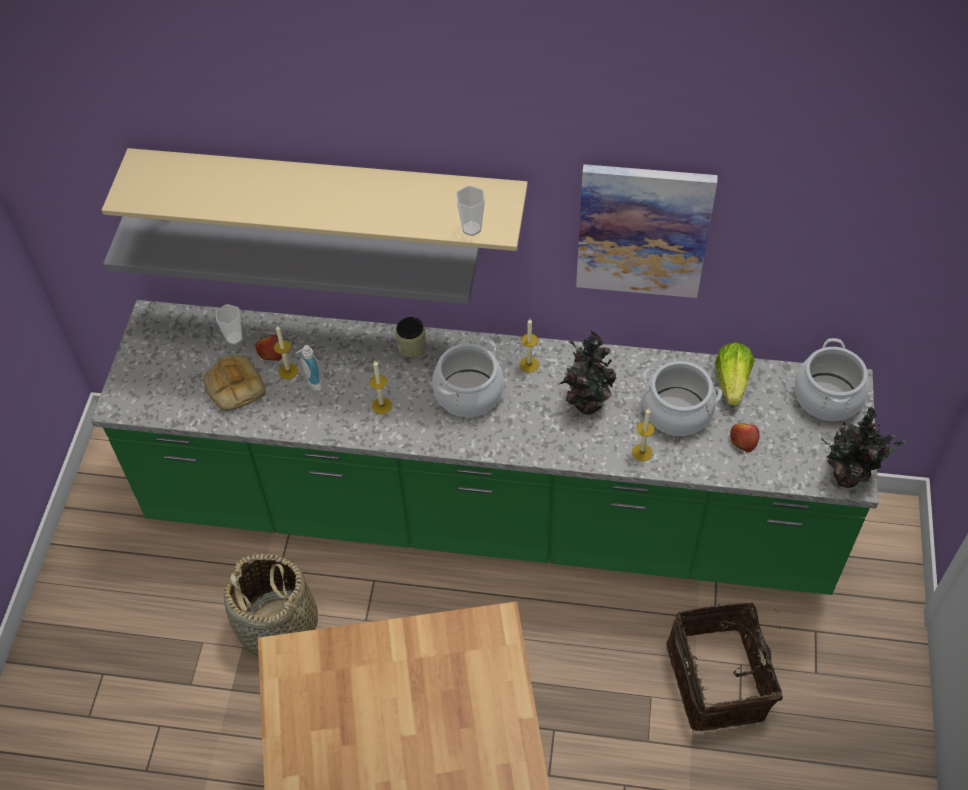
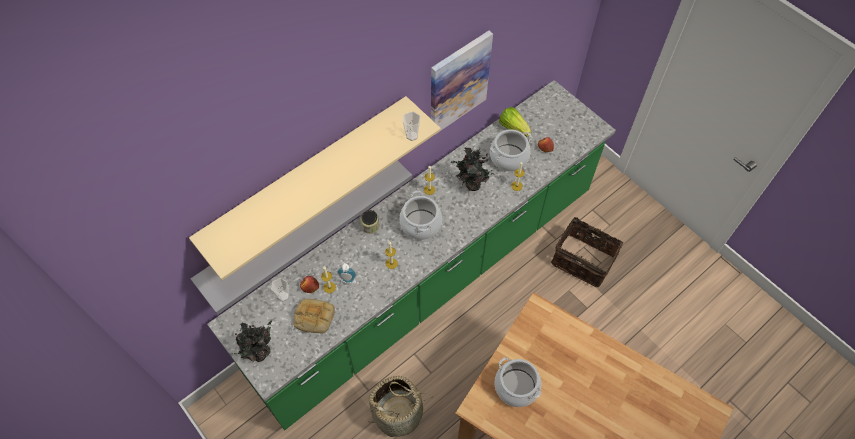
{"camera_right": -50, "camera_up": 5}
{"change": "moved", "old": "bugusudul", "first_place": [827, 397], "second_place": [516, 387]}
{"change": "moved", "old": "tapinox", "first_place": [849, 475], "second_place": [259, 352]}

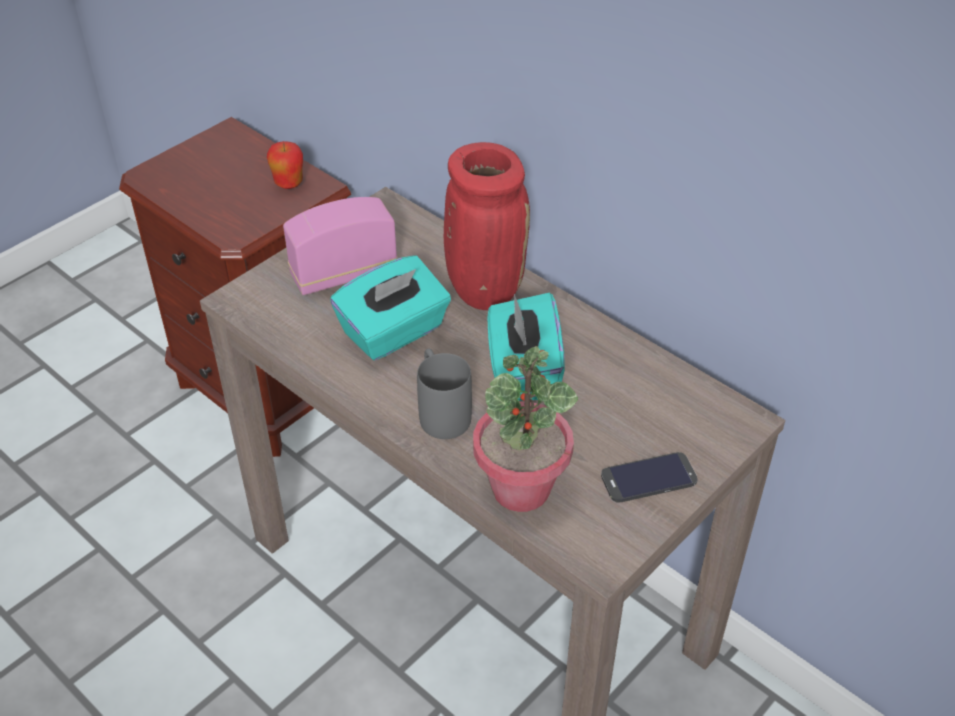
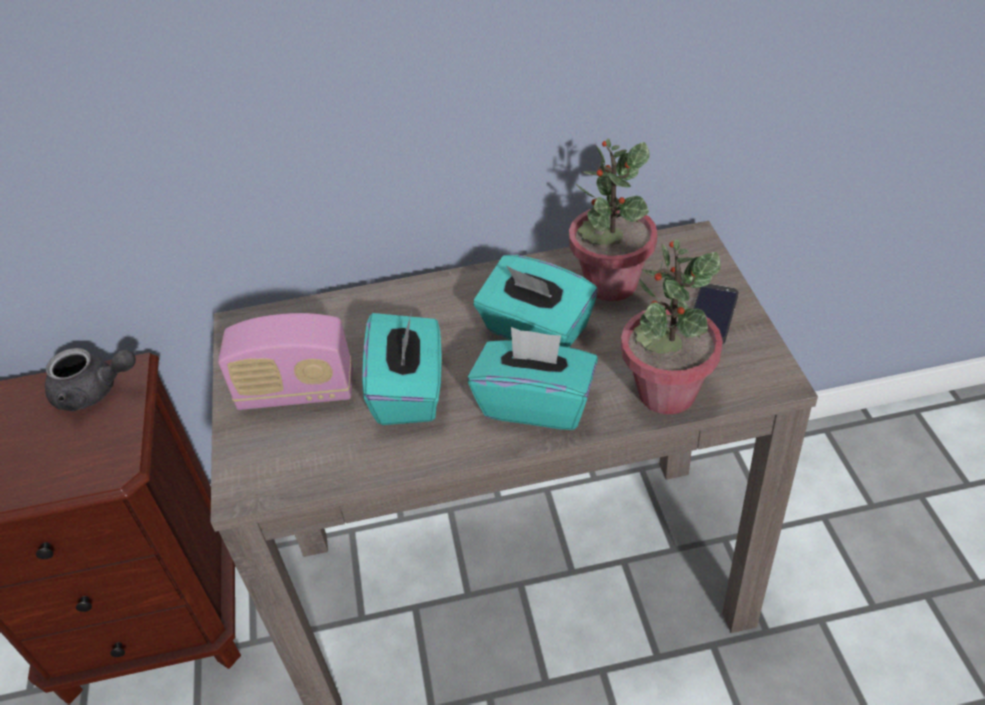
{"camera_right": -50, "camera_up": 0}
{"change": "replaced", "old": "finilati", "new": "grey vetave", "first_place": [288, 184], "second_place": [94, 392]}
{"change": "removed", "old": "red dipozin", "first_place": [482, 290]}
{"change": "turned", "old": "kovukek", "first_place": [344, 273], "second_place": [297, 392], "degrees": -105}
{"change": "replaced", "old": "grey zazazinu", "new": "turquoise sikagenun", "first_place": [441, 411], "second_place": [536, 403]}
{"change": "added", "new": "tapinox", "second_place": [611, 284]}

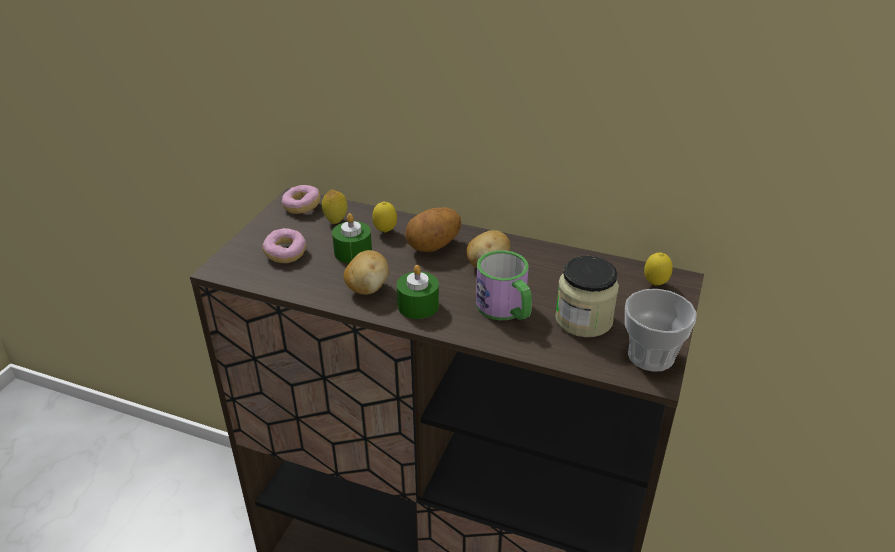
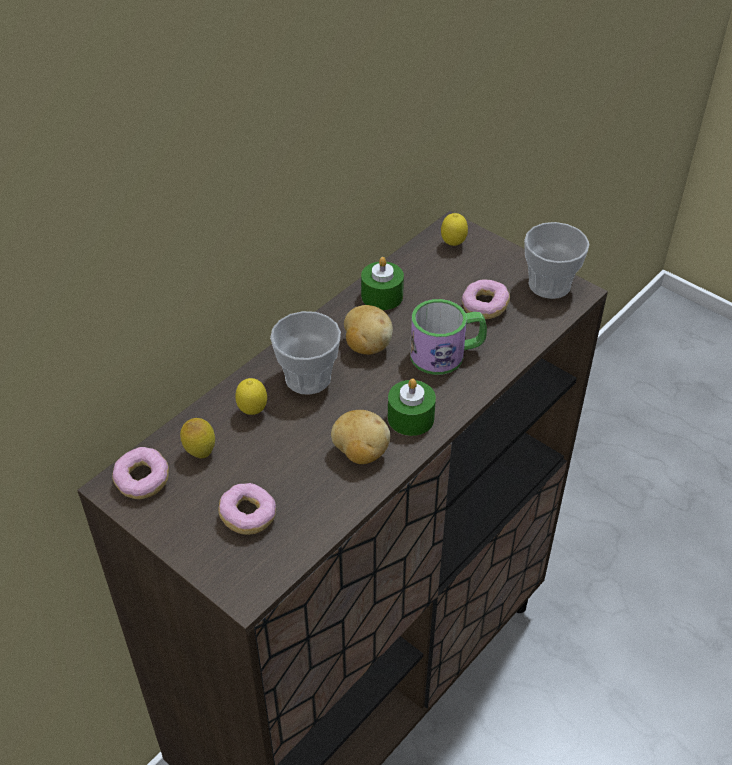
{"camera_right": -70, "camera_up": 10}
{"change": "replaced", "old": "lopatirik", "new": "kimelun", "first_place": [434, 247], "second_place": [308, 378]}
{"change": "moved", "old": "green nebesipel", "first_place": [353, 252], "second_place": [382, 296]}
{"change": "replaced", "old": "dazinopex", "new": "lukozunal", "first_place": [583, 320], "second_place": [484, 307]}

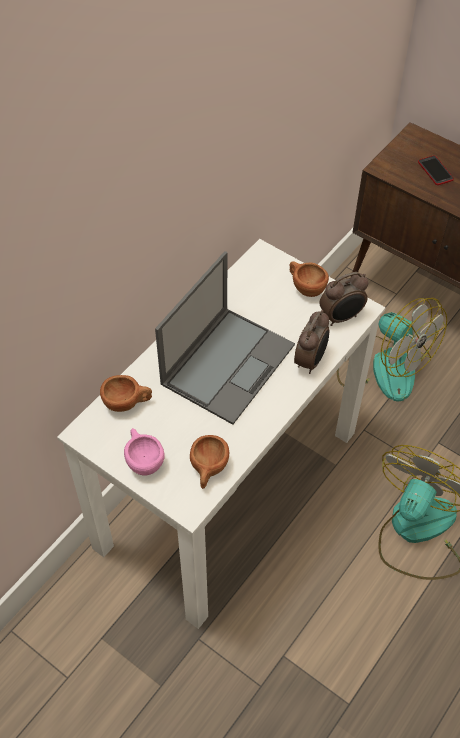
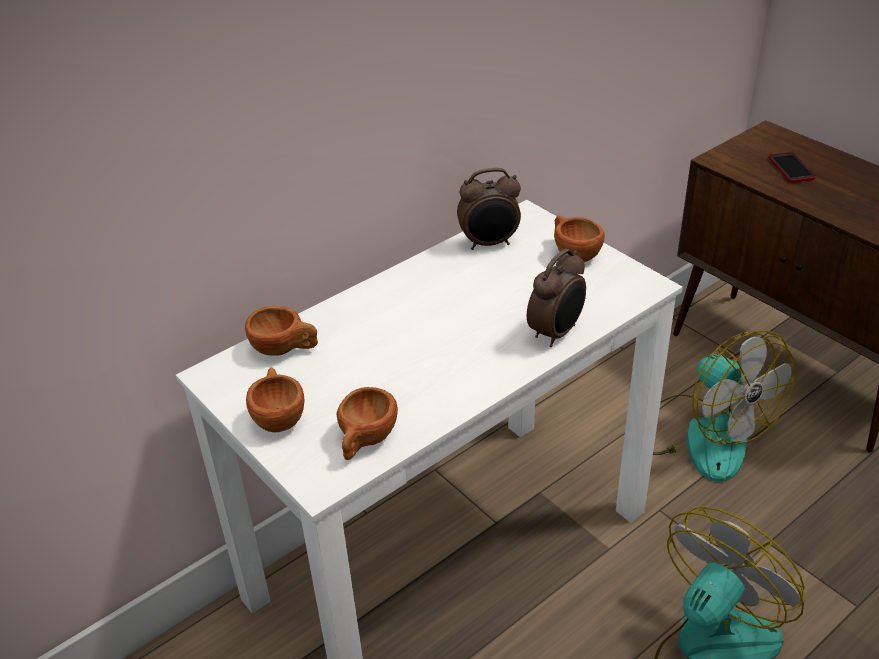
{"camera_right": 15, "camera_up": -15}
{"change": "removed", "old": "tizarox", "first_place": [228, 363]}
{"change": "moved", "old": "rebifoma", "first_place": [341, 317], "second_place": [489, 244]}
{"change": "recoloured", "old": "pink kimelun", "new": "brown kimelun", "first_place": [143, 459], "second_place": [278, 416]}

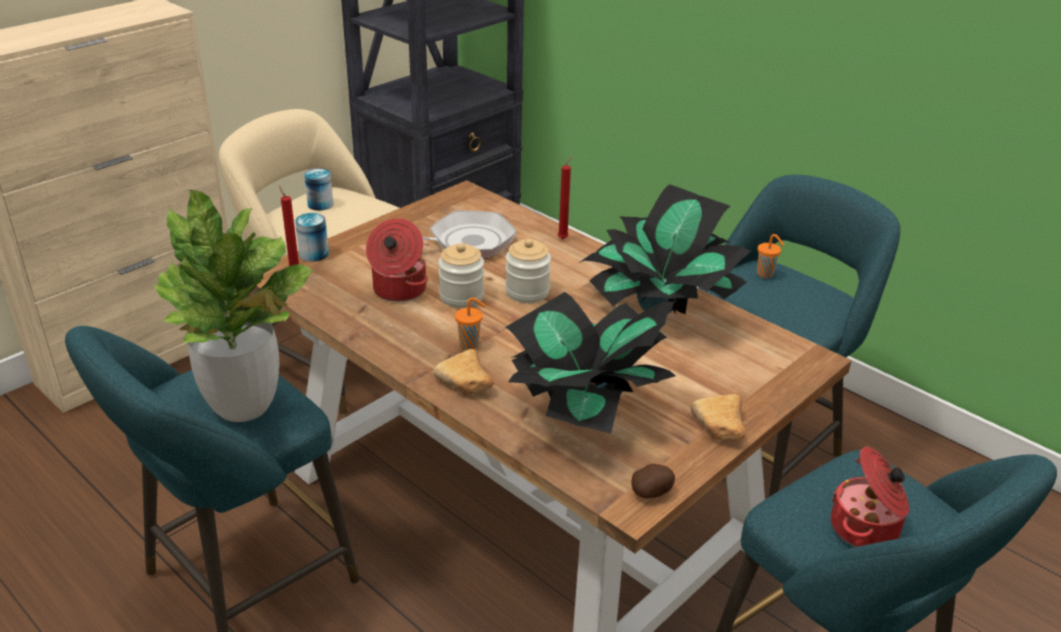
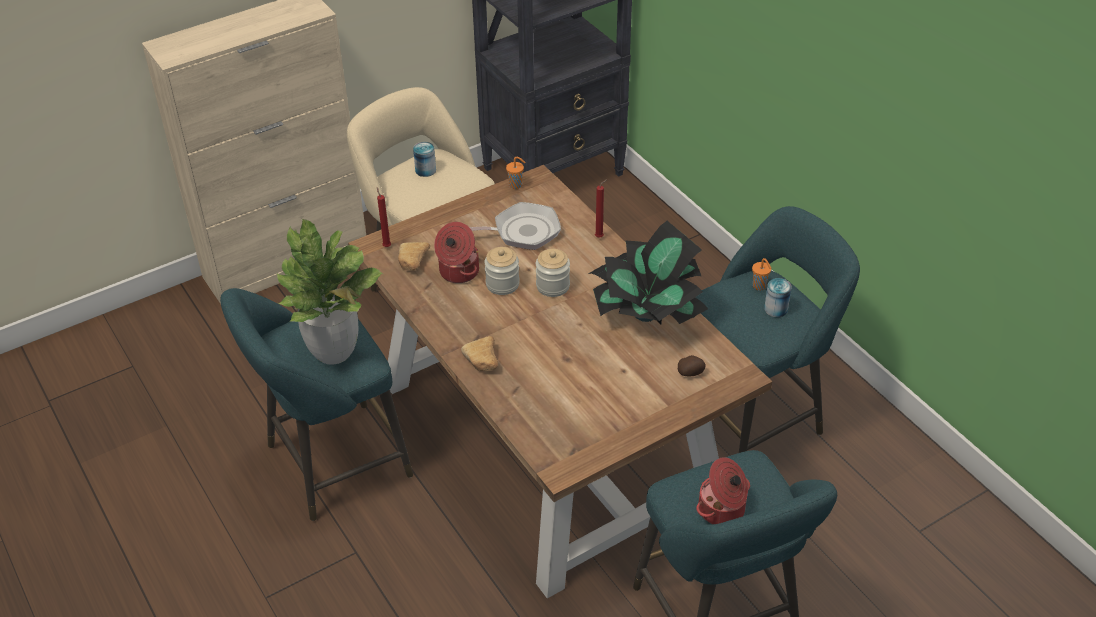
{"camera_right": 15, "camera_up": 10}
{"change": "moved", "old": "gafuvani", "first_place": [314, 254], "second_place": [776, 309]}
{"change": "removed", "old": "tapinox", "first_place": [583, 411]}
{"change": "moved", "old": "orange kimelun", "first_place": [470, 344], "second_place": [516, 185]}
{"change": "moved", "old": "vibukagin", "first_place": [721, 429], "second_place": [412, 263]}
{"change": "moved", "old": "lopatirik", "first_place": [652, 492], "second_place": [690, 373]}

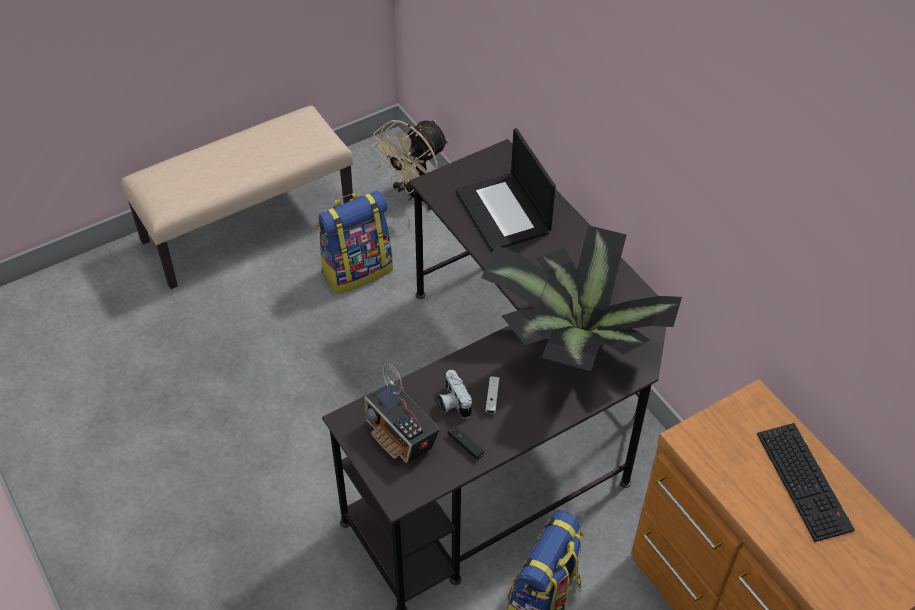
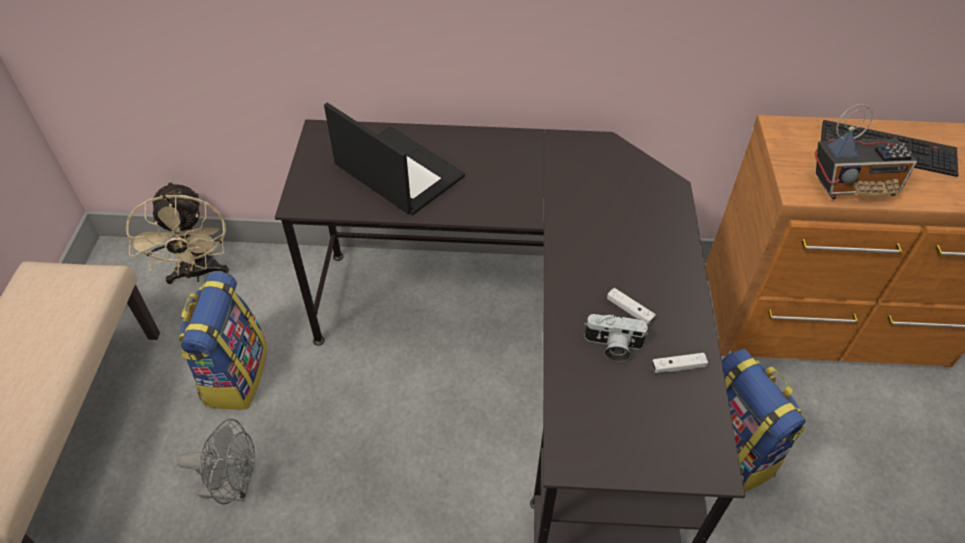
{"camera_right": -55, "camera_up": 0}
{"change": "turned", "old": "tizarox", "first_place": [504, 212], "second_place": [397, 171], "degrees": -150}
{"change": "removed", "old": "tapinox", "first_place": [572, 341]}
{"change": "moved", "old": "kovukek", "first_place": [401, 437], "second_place": [853, 186]}
{"change": "recoloured", "old": "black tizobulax", "new": "white tizobulax", "first_place": [465, 445], "second_place": [678, 367]}
{"change": "added", "new": "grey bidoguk", "second_place": [234, 487]}

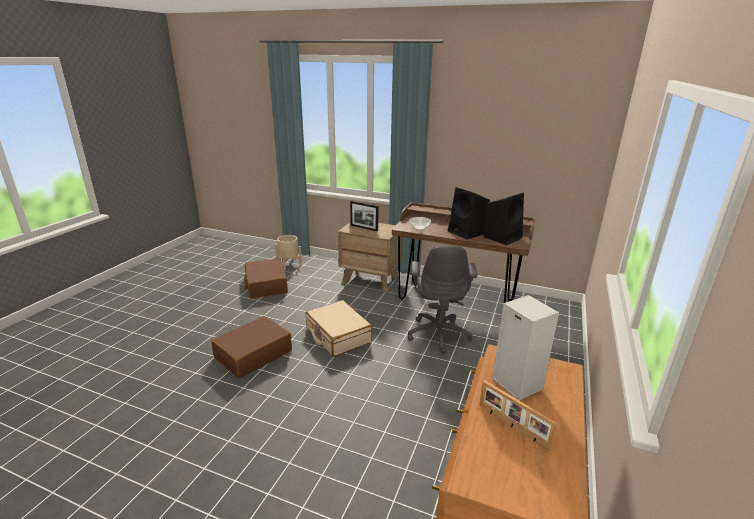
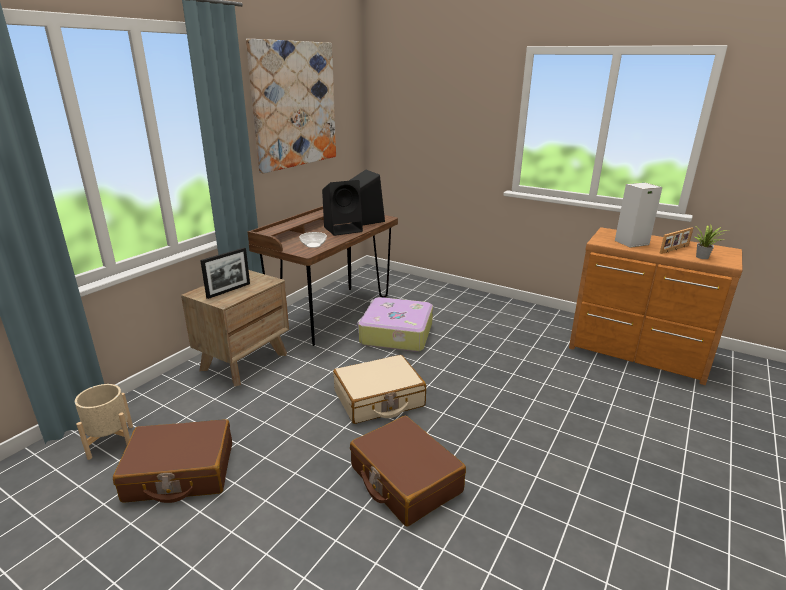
{"camera_right": -80, "camera_up": 0}
{"change": "replaced", "old": "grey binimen", "new": "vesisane", "first_place": [438, 334], "second_place": [395, 334]}
{"change": "added", "new": "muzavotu", "second_place": [295, 105]}
{"change": "added", "new": "tapinox", "second_place": [703, 257]}

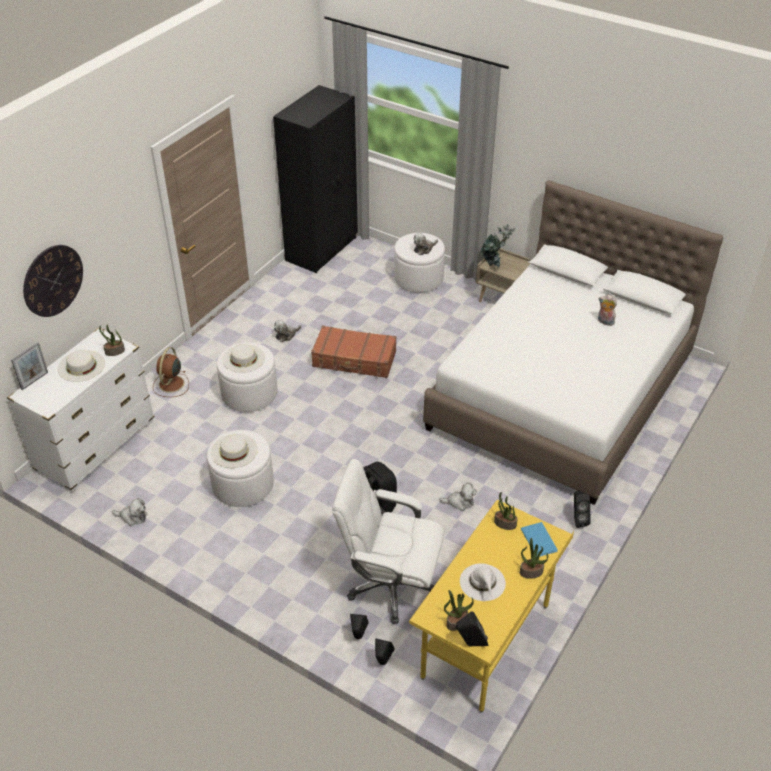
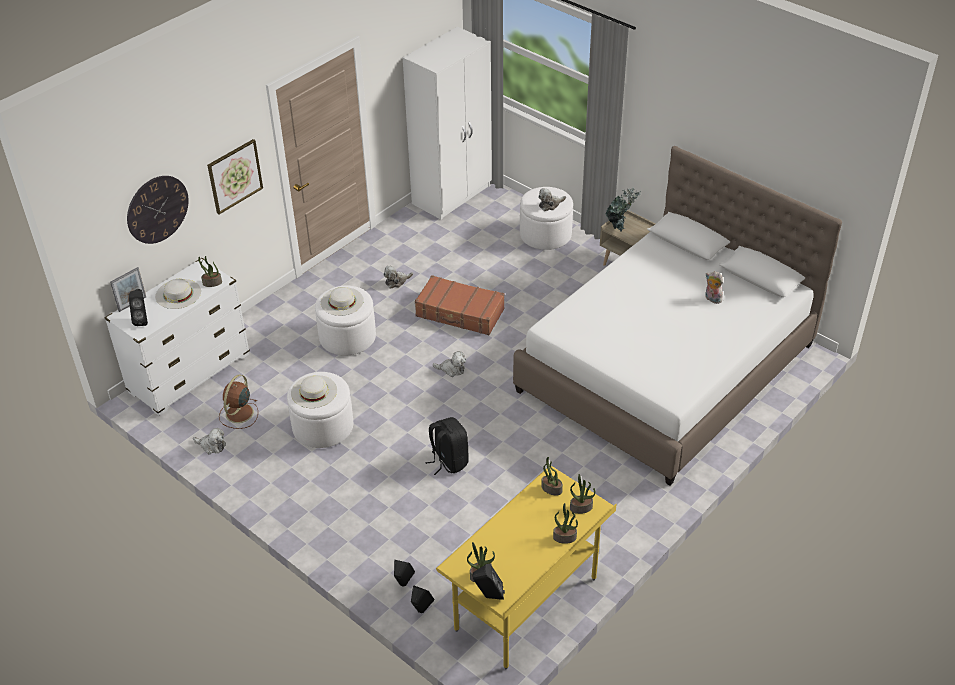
{"camera_right": 10, "camera_up": 0}
{"change": "recoloured", "old": "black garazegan", "new": "white garazegan", "first_place": [322, 249], "second_place": [453, 195]}
{"change": "moved", "old": "brown bidoguk", "first_place": [171, 384], "second_place": [239, 414]}
{"change": "removed", "old": "white binimen", "first_place": [390, 585]}
{"change": "moved", "old": "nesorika", "first_place": [459, 502], "second_place": [451, 369]}
{"change": "moved", "old": "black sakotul", "first_place": [577, 519], "second_place": [142, 320]}
{"change": "replaced", "old": "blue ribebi", "new": "tapinox", "first_place": [539, 539], "second_place": [581, 507]}
{"change": "removed", "old": "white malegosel", "first_place": [483, 582]}
{"change": "added", "new": "muzavotu", "second_place": [234, 176]}

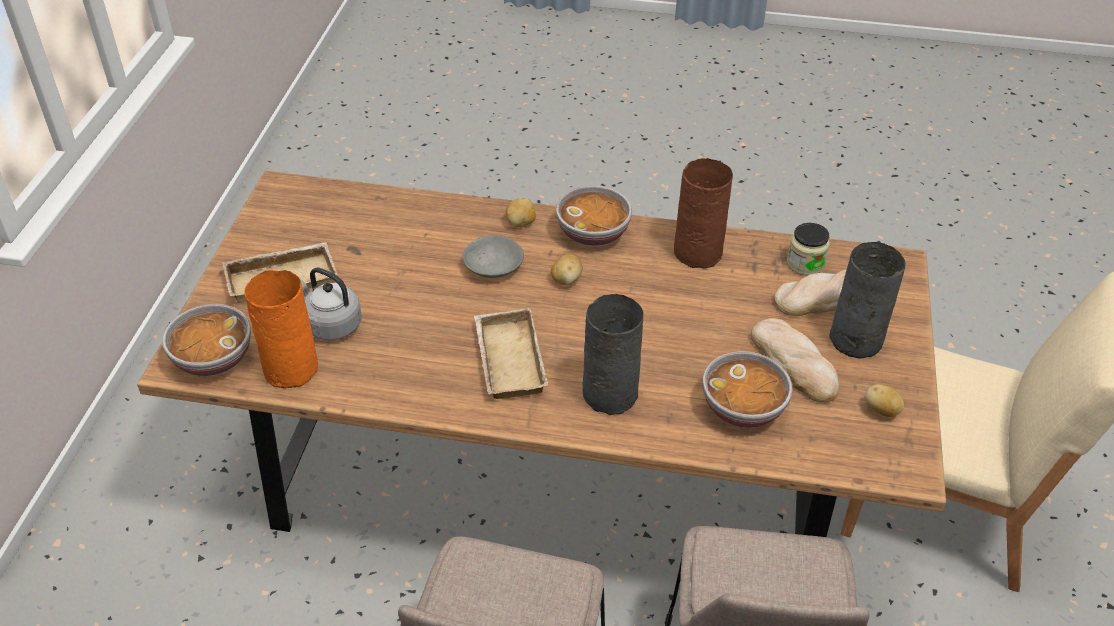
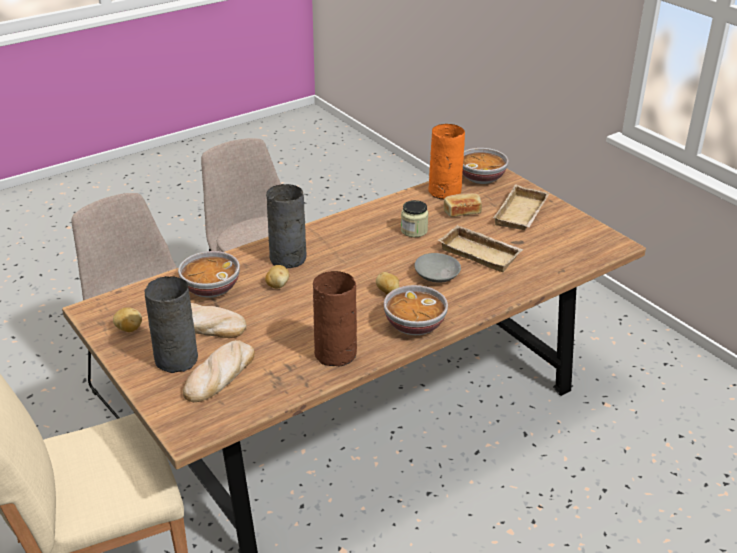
{"camera_right": 135, "camera_up": -10}
{"change": "moved", "old": "lopatirik", "first_place": [521, 223], "second_place": [277, 285]}
{"change": "moved", "old": "dazinopex", "first_place": [805, 263], "second_place": [414, 230]}
{"change": "replaced", "old": "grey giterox", "new": "vibukagin", "first_place": [331, 324], "second_place": [462, 212]}
{"change": "moved", "old": "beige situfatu", "first_place": [506, 359], "second_place": [481, 253]}

